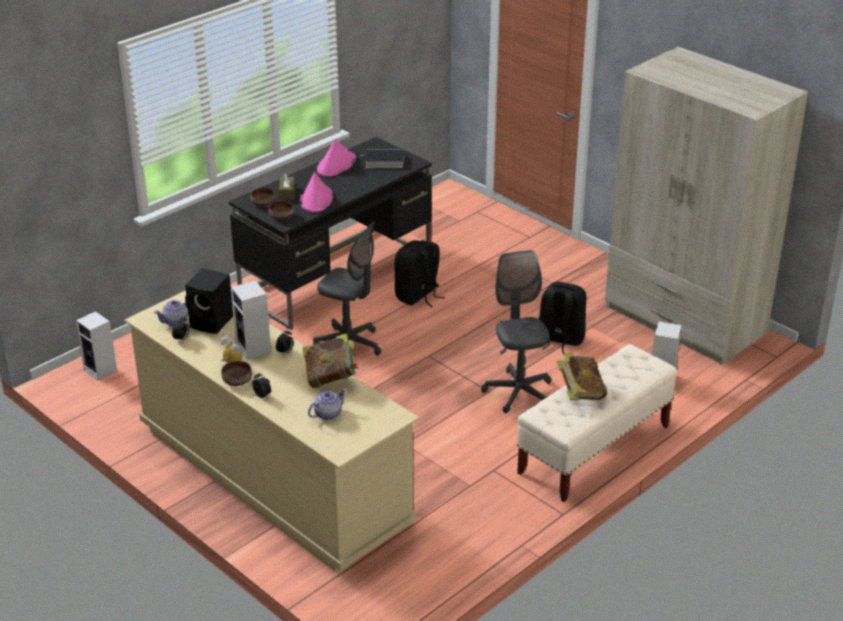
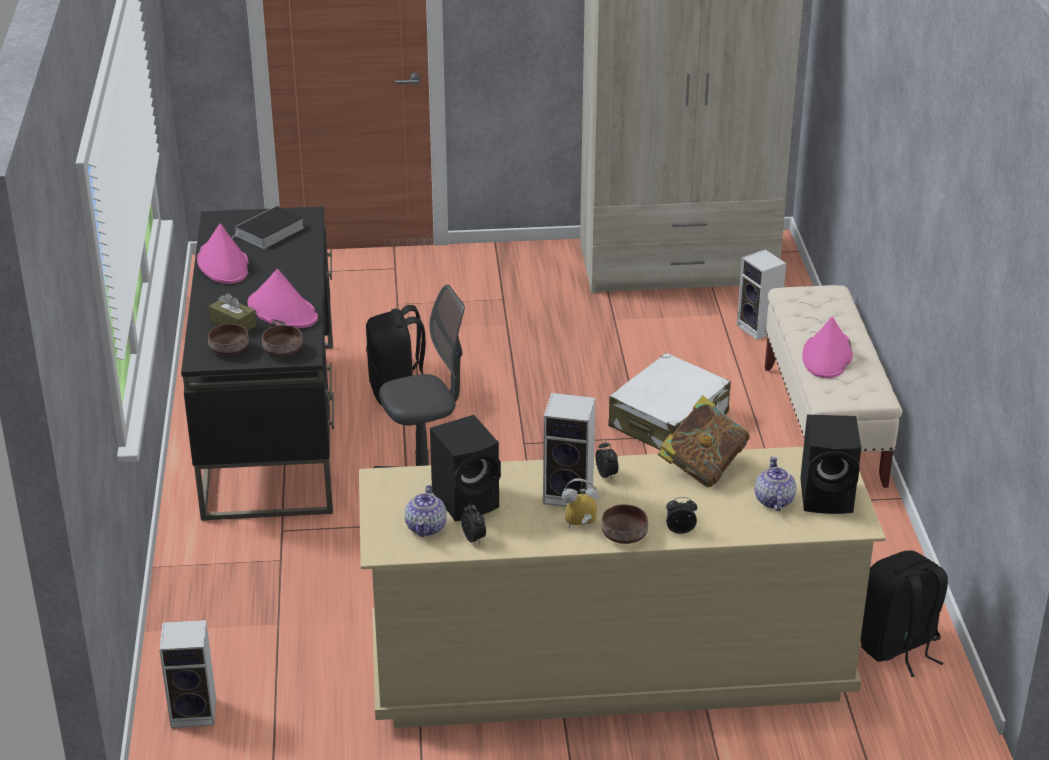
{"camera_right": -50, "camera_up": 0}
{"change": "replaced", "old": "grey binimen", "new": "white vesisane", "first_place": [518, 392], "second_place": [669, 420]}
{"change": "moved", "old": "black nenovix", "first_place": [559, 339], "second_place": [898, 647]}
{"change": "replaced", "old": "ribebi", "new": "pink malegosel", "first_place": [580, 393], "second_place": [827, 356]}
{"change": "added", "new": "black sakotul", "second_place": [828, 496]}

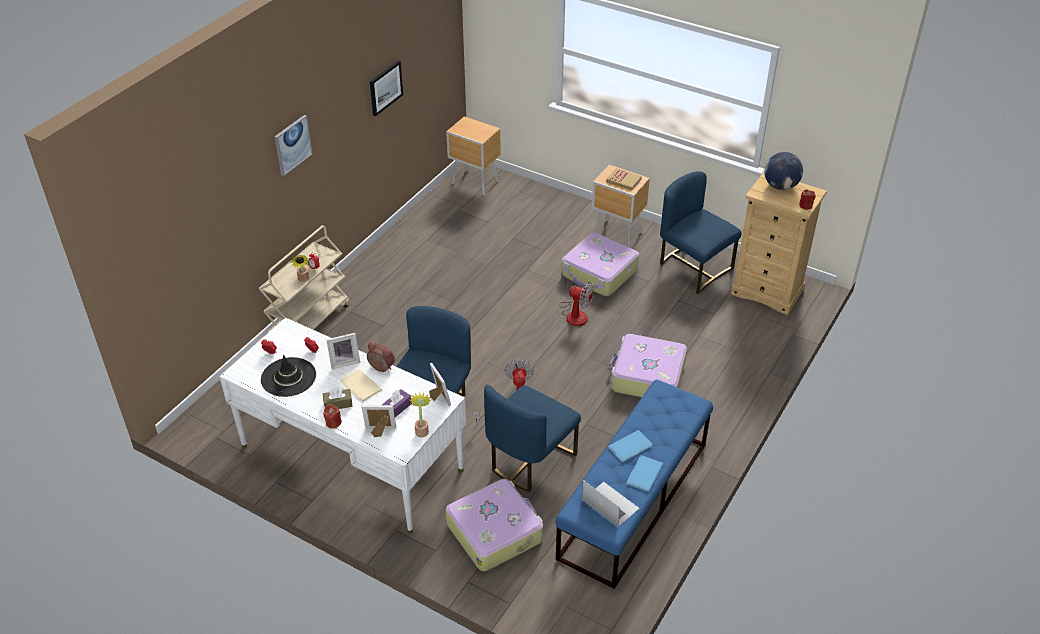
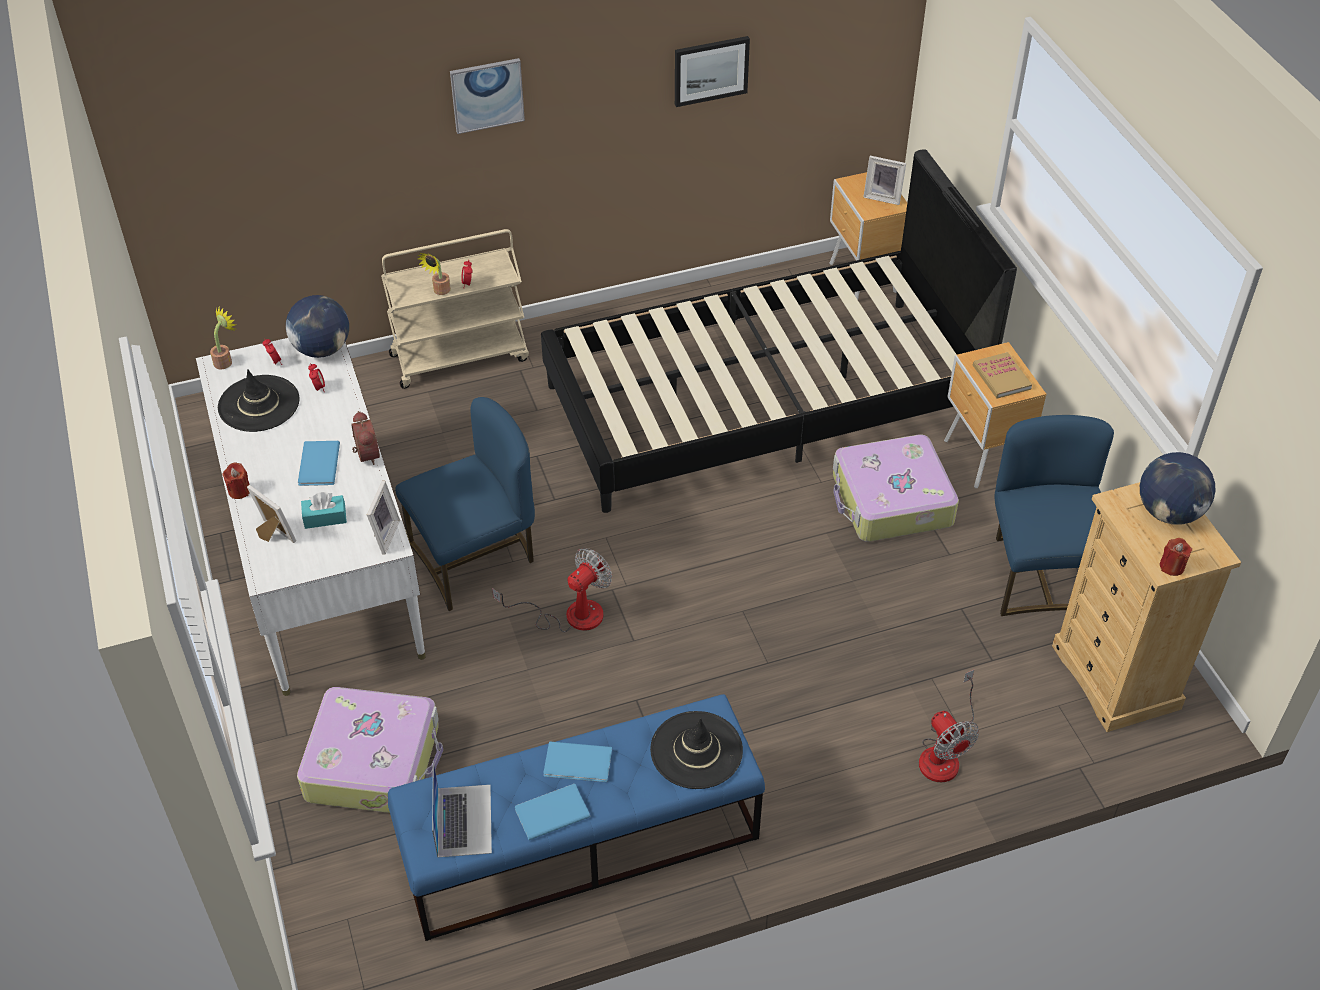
{"camera_right": 40, "camera_up": 5}
{"change": "moved", "old": "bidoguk", "first_place": [574, 313], "second_place": [943, 753]}
{"change": "moved", "old": "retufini", "first_place": [344, 362], "second_place": [883, 197]}
{"change": "removed", "old": "vesisane", "first_place": [647, 376]}
{"change": "recoloured", "old": "beige ribebi", "new": "blue ribebi", "first_place": [361, 387], "second_place": [317, 465]}
{"change": "removed", "old": "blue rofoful", "first_place": [529, 460]}
{"change": "removed", "old": "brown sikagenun", "first_place": [338, 404]}
{"change": "recoloured", "old": "purple sikagenun", "new": "turquoise sikagenun", "first_place": [397, 408], "second_place": [325, 518]}
{"change": "moved", "old": "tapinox", "first_place": [422, 430], "second_place": [225, 361]}
{"change": "added", "new": "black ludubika", "second_place": [763, 401]}
{"change": "added", "new": "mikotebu", "second_place": [322, 349]}
{"change": "added", "new": "black malegosel", "second_place": [696, 750]}

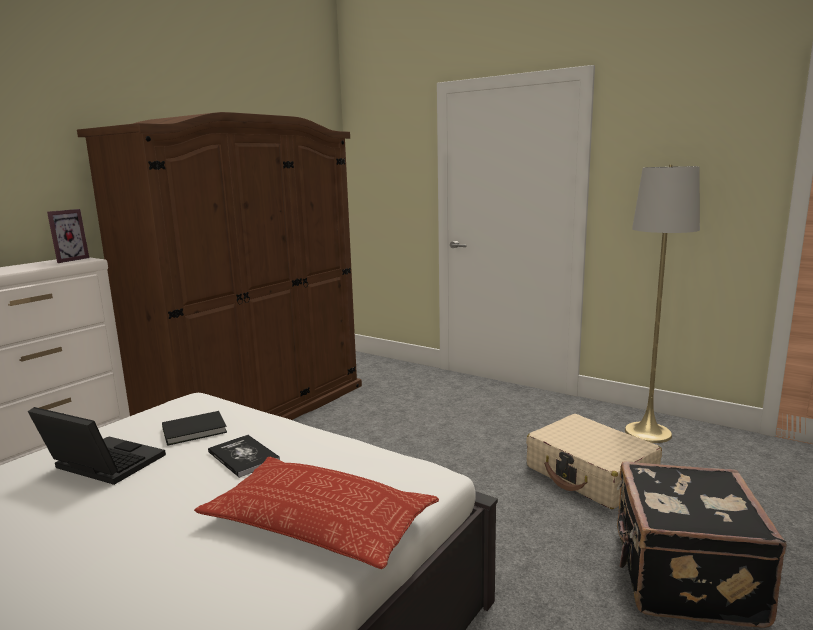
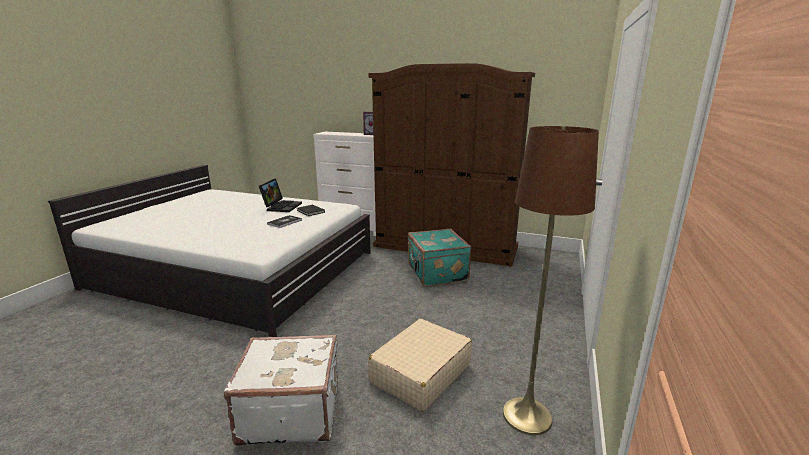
{"camera_right": 75, "camera_up": 5}
{"change": "recoloured", "old": "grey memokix", "new": "brown memokix", "first_place": [648, 432], "second_place": [527, 416]}
{"change": "removed", "old": "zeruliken", "first_place": [318, 521]}
{"change": "recoloured", "old": "black vesisane", "new": "white vesisane", "first_place": [682, 577], "second_place": [291, 411]}
{"change": "added", "new": "turquoise vesisane", "second_place": [436, 273]}

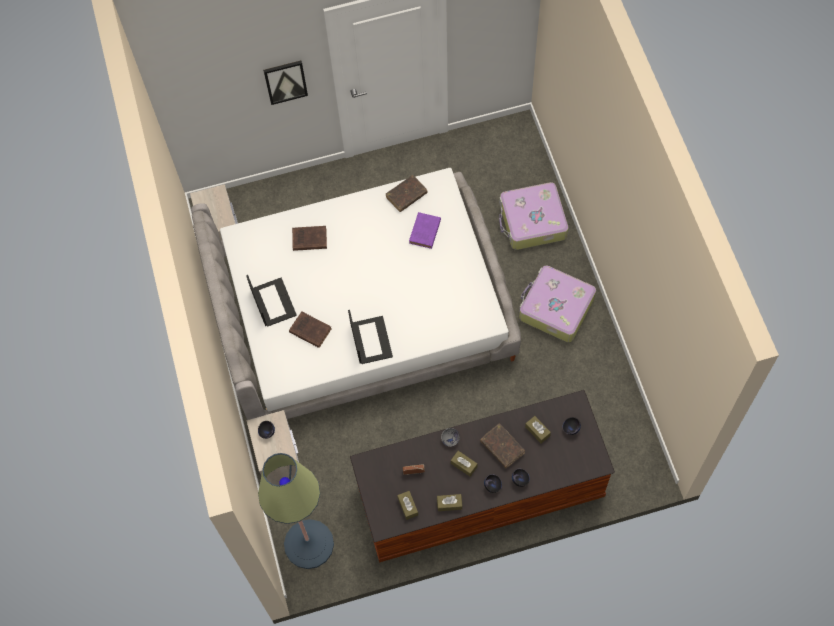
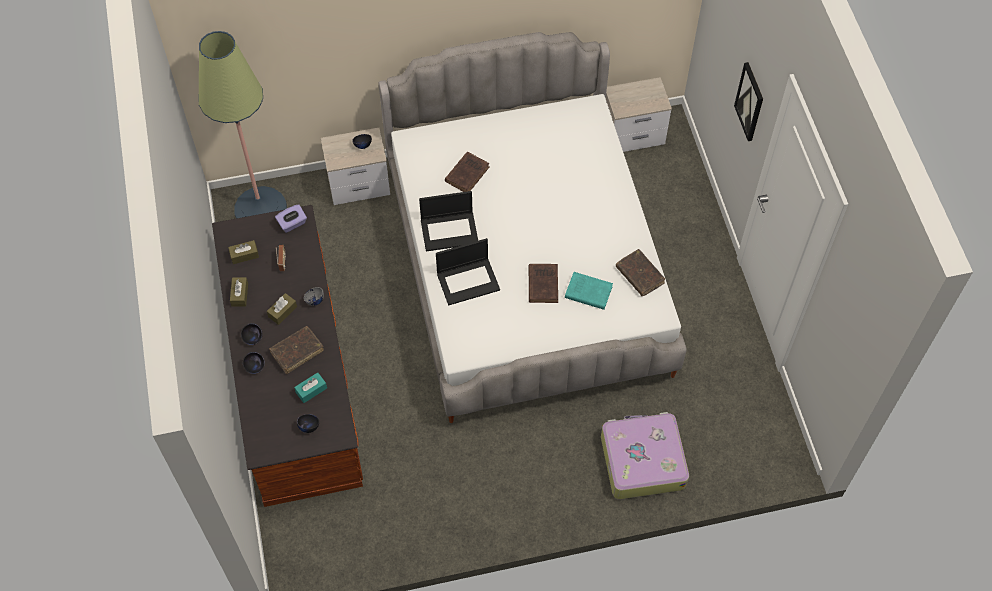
{"camera_right": 90, "camera_up": -5}
{"change": "recoloured", "old": "purple ribebi", "new": "turquoise ribebi", "first_place": [424, 232], "second_place": [587, 292]}
{"change": "moved", "old": "brown ribebi", "first_place": [308, 239], "second_place": [543, 283]}
{"change": "removed", "old": "vesisane", "first_place": [555, 308]}
{"change": "moved", "old": "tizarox", "first_place": [272, 302], "second_place": [468, 281]}
{"change": "recoloured", "old": "brown sikagenun", "new": "turquoise sikagenun", "first_place": [537, 431], "second_place": [311, 390]}
{"change": "added", "new": "purple sikagenun", "second_place": [292, 224]}

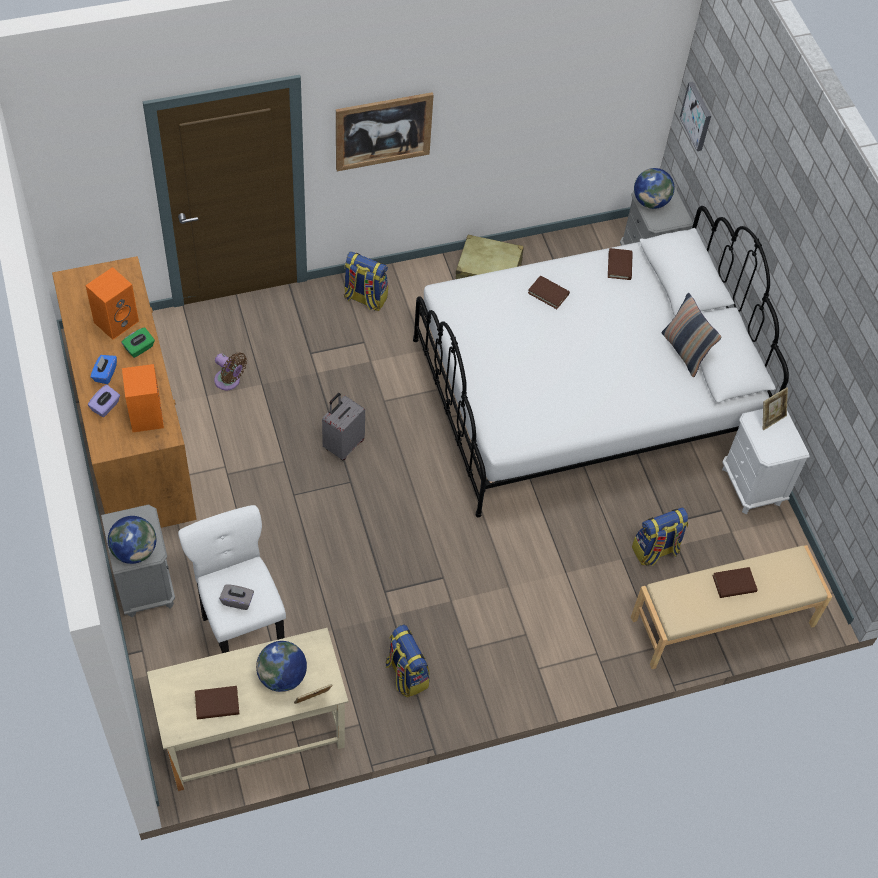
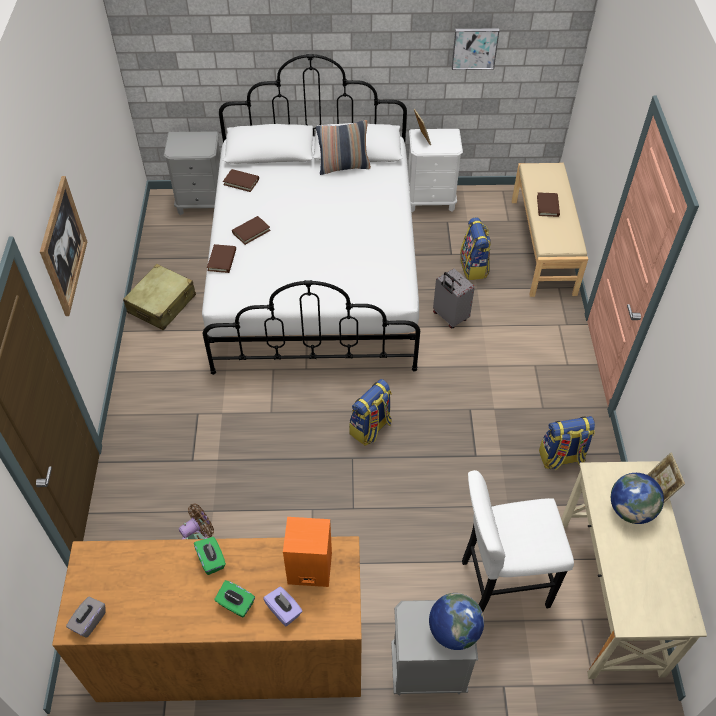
{"camera_right": -70, "camera_up": -5}
{"change": "moved", "old": "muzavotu", "first_place": [697, 116], "second_place": [474, 48]}
{"change": "removed", "old": "mikotebu", "first_place": [650, 201]}
{"change": "moved", "old": "nenovix", "first_place": [365, 298], "second_place": [371, 428]}
{"change": "removed", "old": "orange sakotul", "first_place": [116, 321]}
{"change": "recoloured", "old": "blue sikagenun", "new": "green sikagenun", "first_place": [105, 374], "second_place": [236, 604]}
{"change": "moved", "old": "grey vesisane", "first_place": [343, 444], "second_place": [449, 317]}
{"change": "moved", "old": "grey sikagenun", "first_place": [237, 601], "second_place": [89, 621]}
{"change": "moved", "old": "brown ribebi", "first_place": [217, 704], "second_place": [222, 260]}

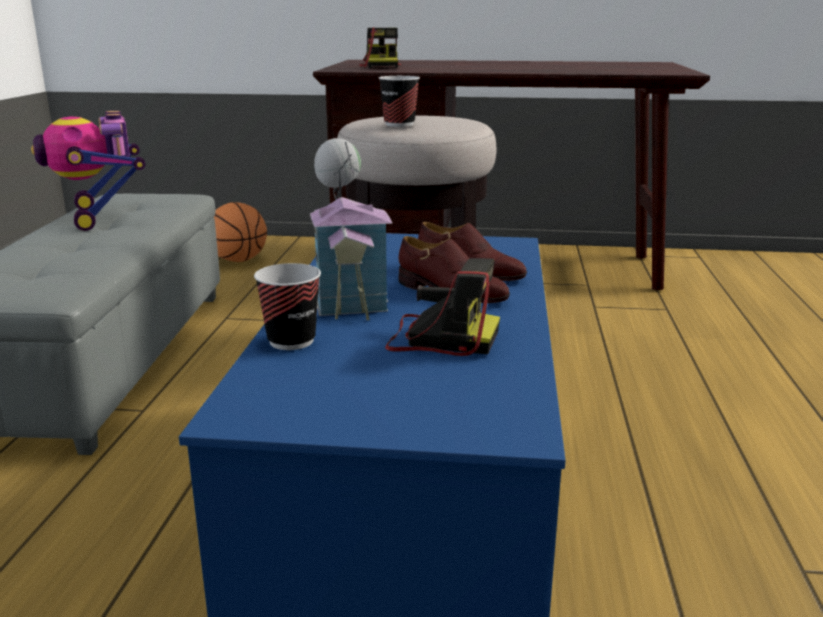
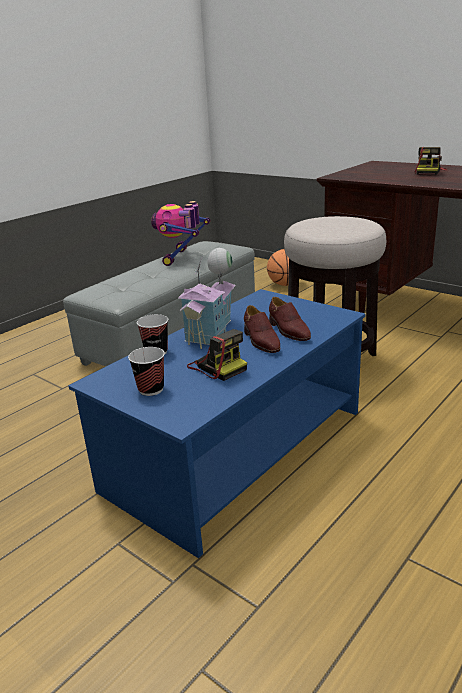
{"camera_right": 35, "camera_up": 5}
{"change": "moved", "old": "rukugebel", "first_place": [381, 67], "second_place": [429, 172]}
{"change": "moved", "old": "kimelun", "first_place": [399, 124], "second_place": [151, 389]}

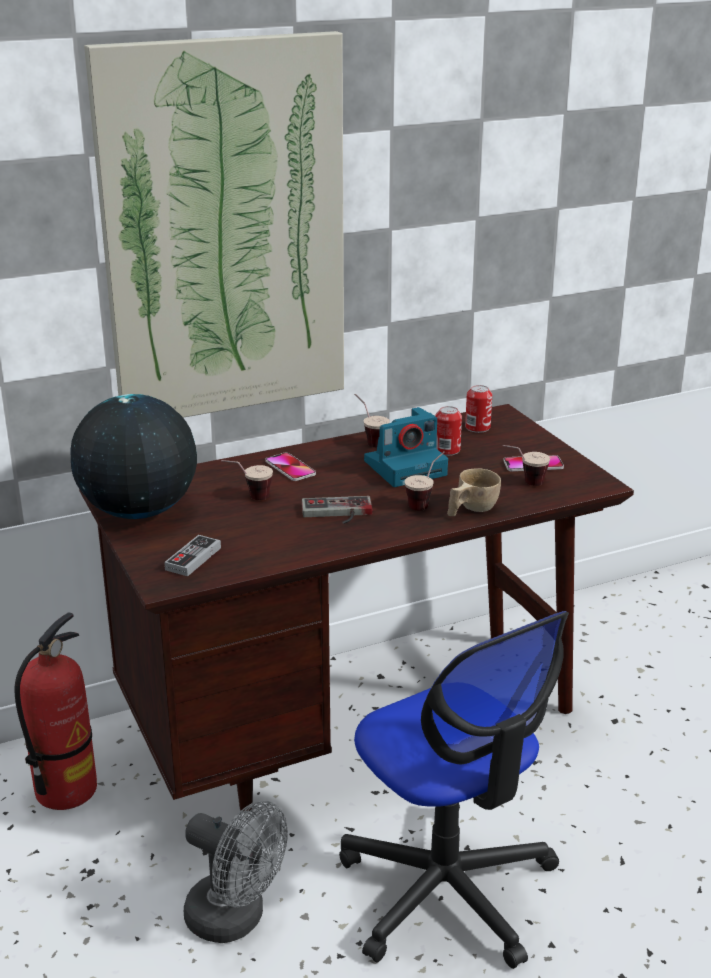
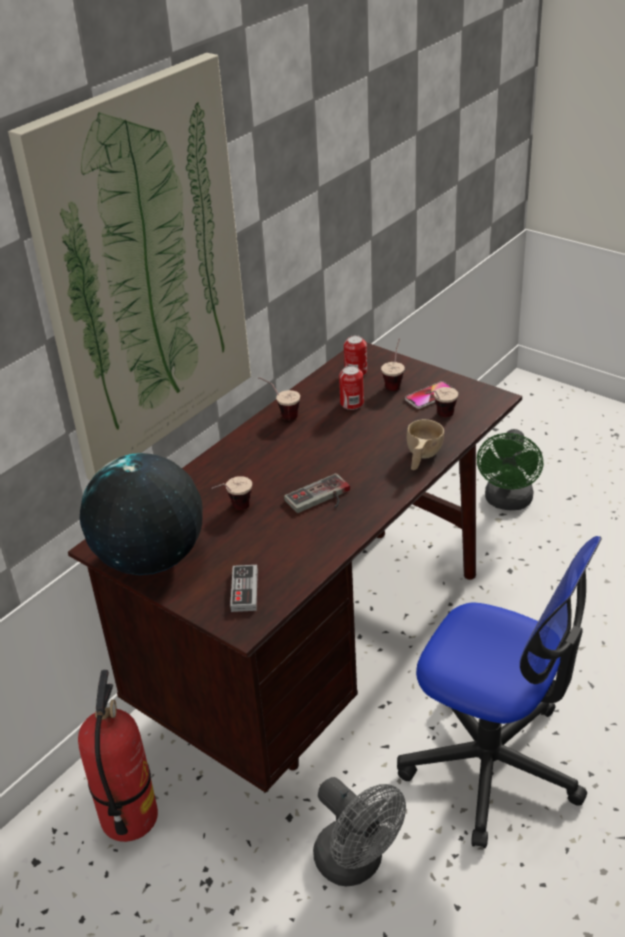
{"camera_right": -25, "camera_up": 10}
{"change": "removed", "old": "rukugebel", "first_place": [406, 467]}
{"change": "moved", "old": "kimelun", "first_place": [426, 502], "second_place": [395, 382]}
{"change": "removed", "old": "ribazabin", "first_place": [290, 468]}
{"change": "turned", "old": "grey bidoguk", "first_place": [236, 919], "second_place": [356, 864], "degrees": 45}
{"change": "added", "new": "green bidoguk", "second_place": [508, 502]}

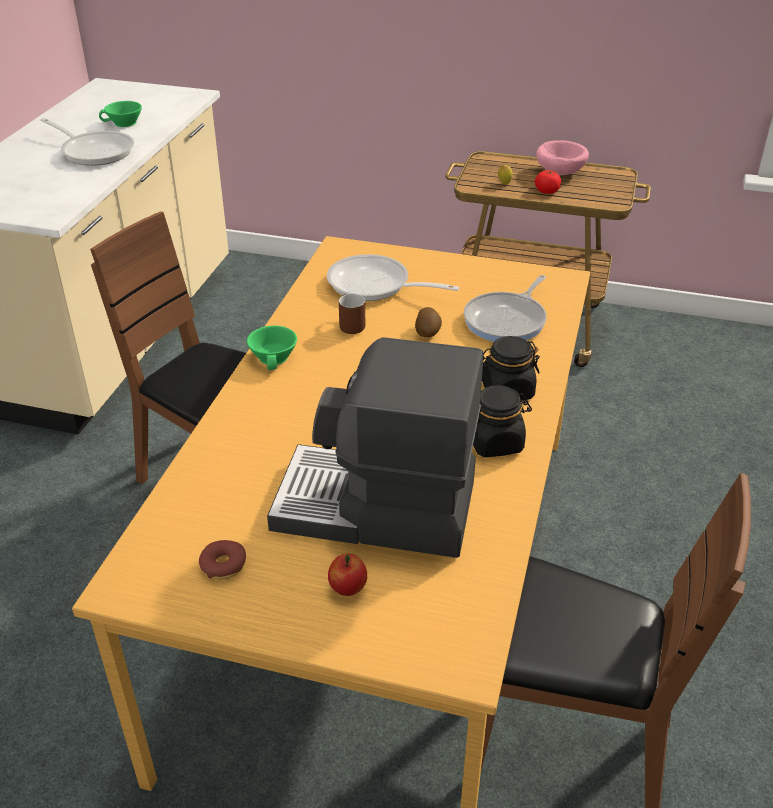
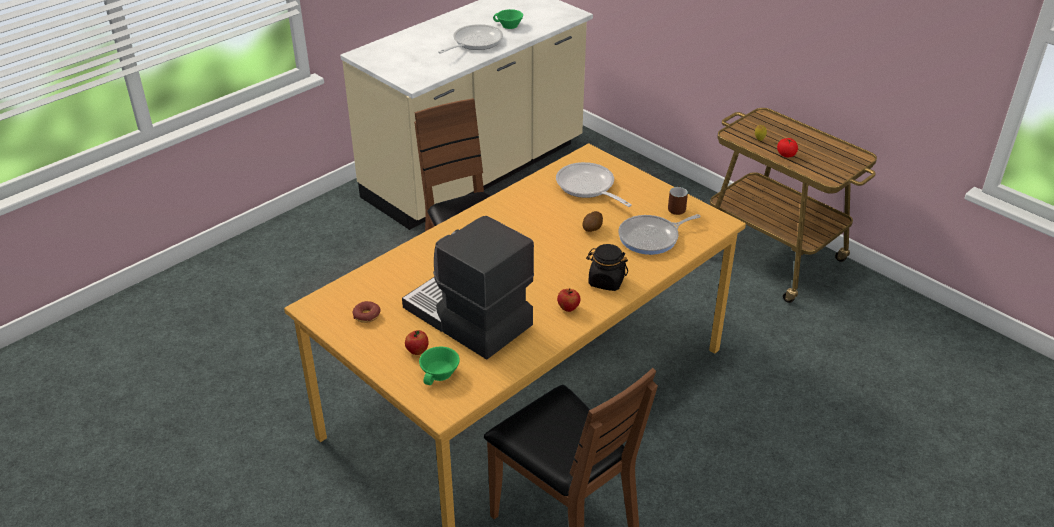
{"camera_right": 30, "camera_up": 0}
{"change": "turned", "old": "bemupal", "first_place": [94, 151], "second_place": [474, 43], "degrees": -120}
{"change": "removed", "old": "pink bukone", "first_place": [558, 172]}
{"change": "moved", "old": "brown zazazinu", "first_place": [348, 325], "second_place": [675, 208]}
{"change": "moved", "old": "green kimelun", "first_place": [275, 358], "second_place": [440, 374]}
{"change": "replaced", "old": "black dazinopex", "new": "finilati", "first_place": [495, 442], "second_place": [568, 308]}

